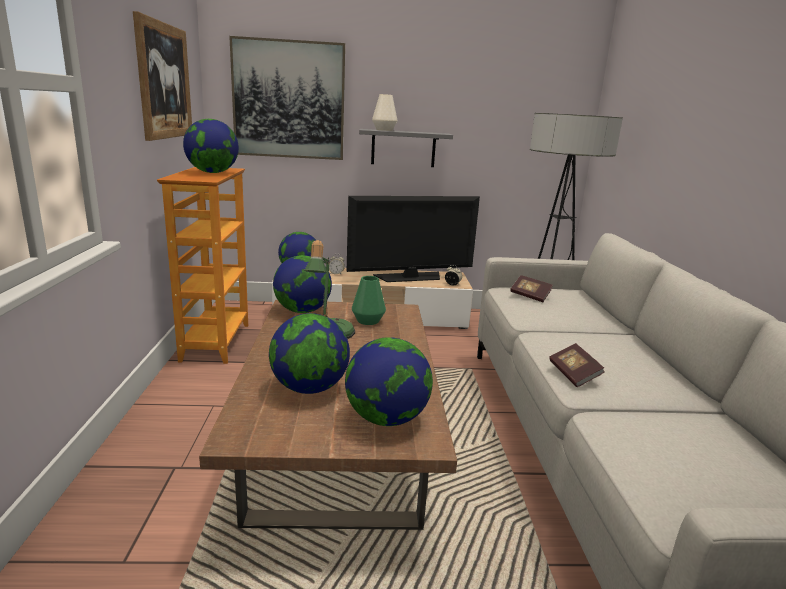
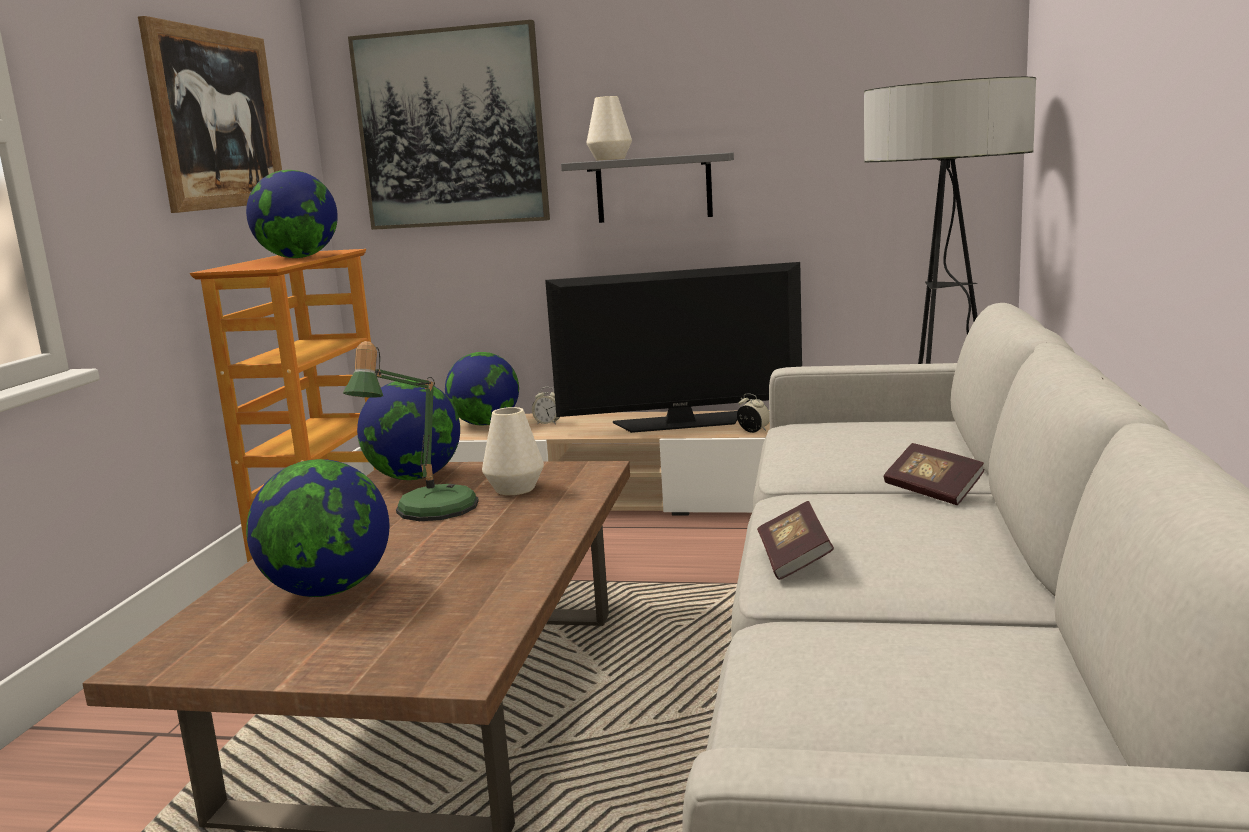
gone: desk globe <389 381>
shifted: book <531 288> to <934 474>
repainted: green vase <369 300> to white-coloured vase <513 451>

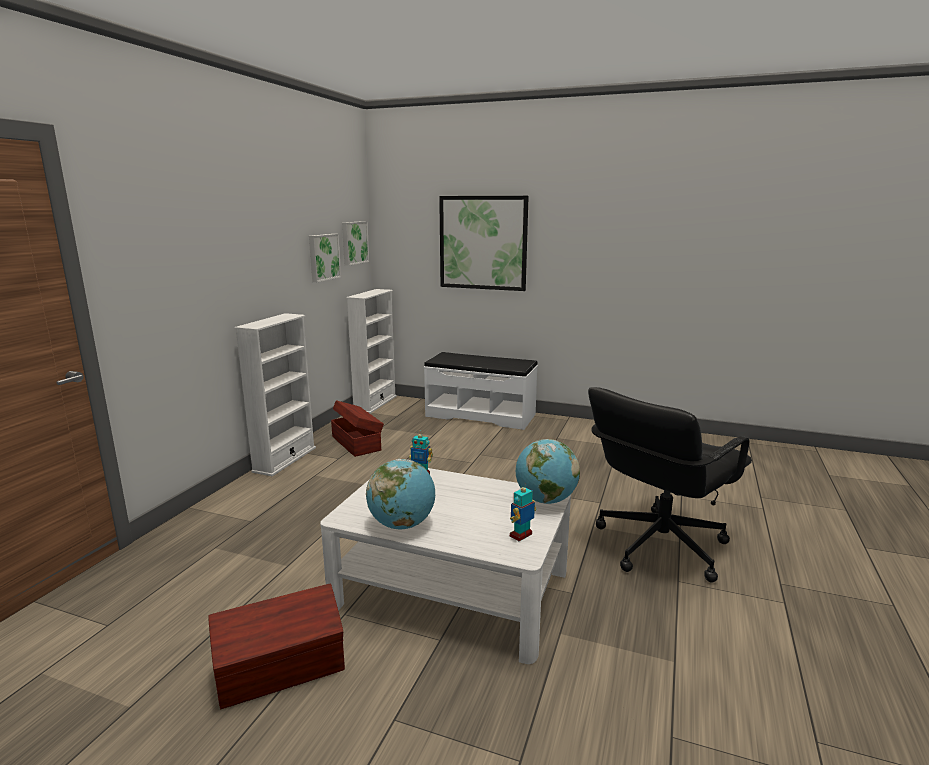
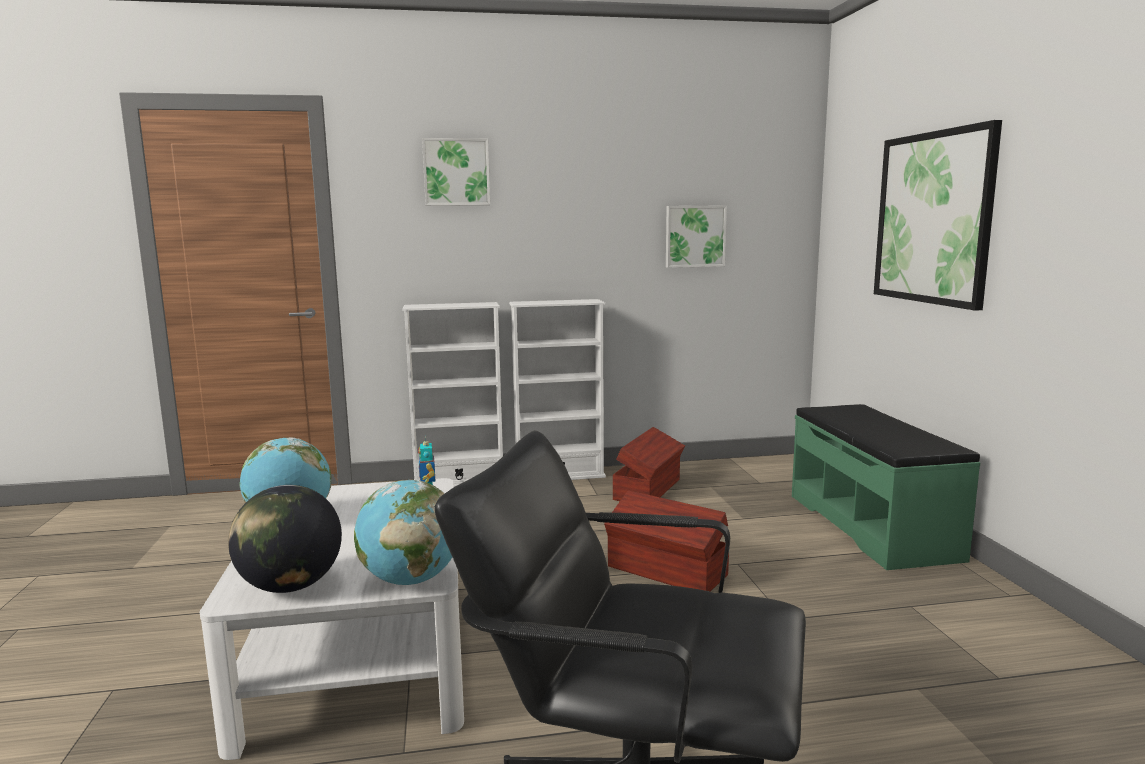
shifted: wall art <355 243> to <456 172>; white-coloured bookshelf <371 351> to <452 394>; brown storage bin <276 646> to <666 540>
swapped: toy robot <523 511> to desk globe <285 539>
repainted: white-coloured long seat <481 391> to green long seat <886 487>

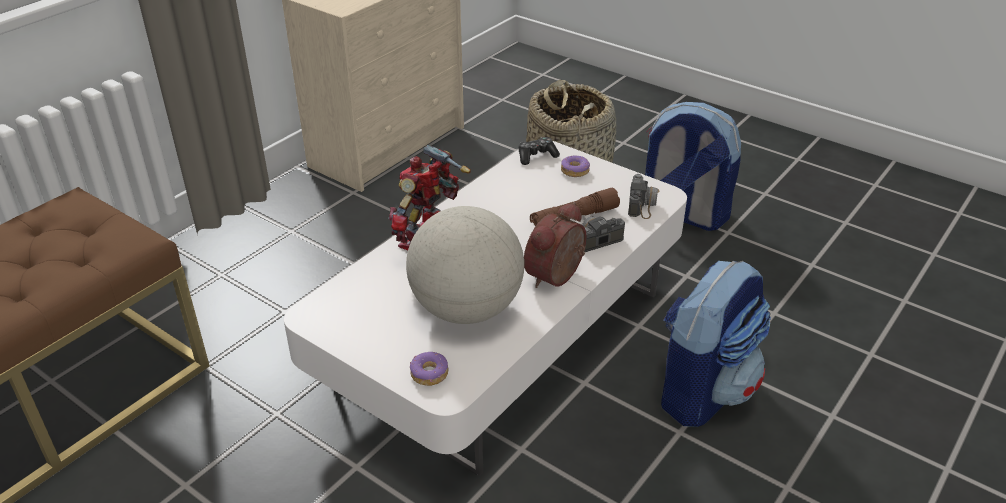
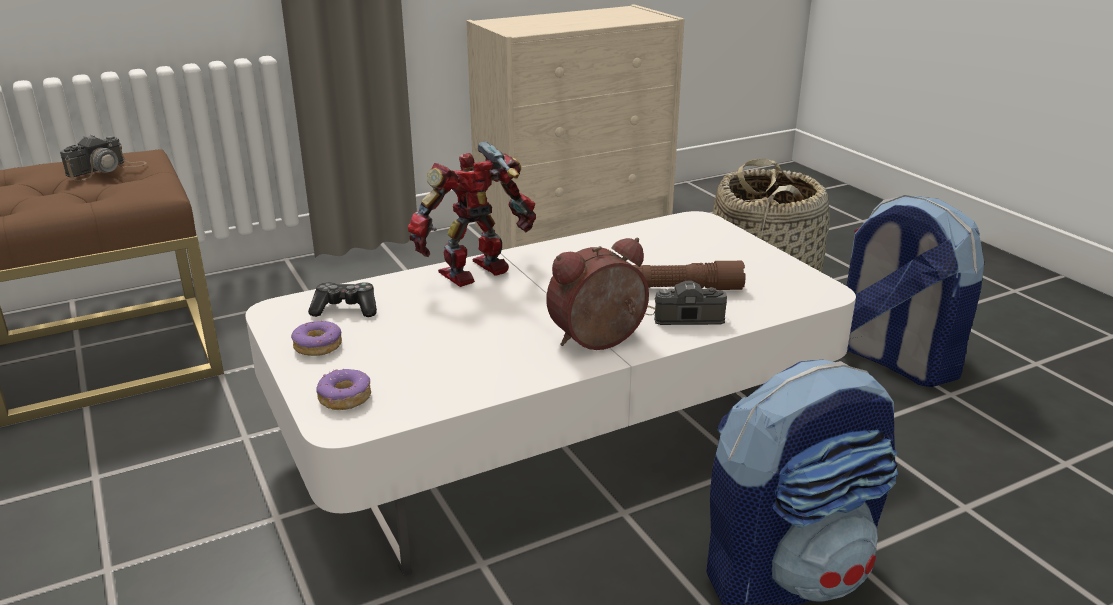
gone: desk globe <465 265>
shifted: joypad <539 151> to <342 299>; doughnut <575 166> to <316 338>; photo camera <643 196> to <103 157>

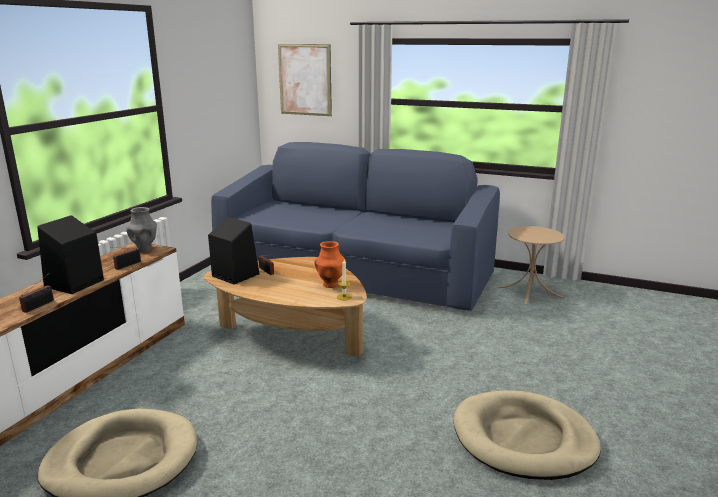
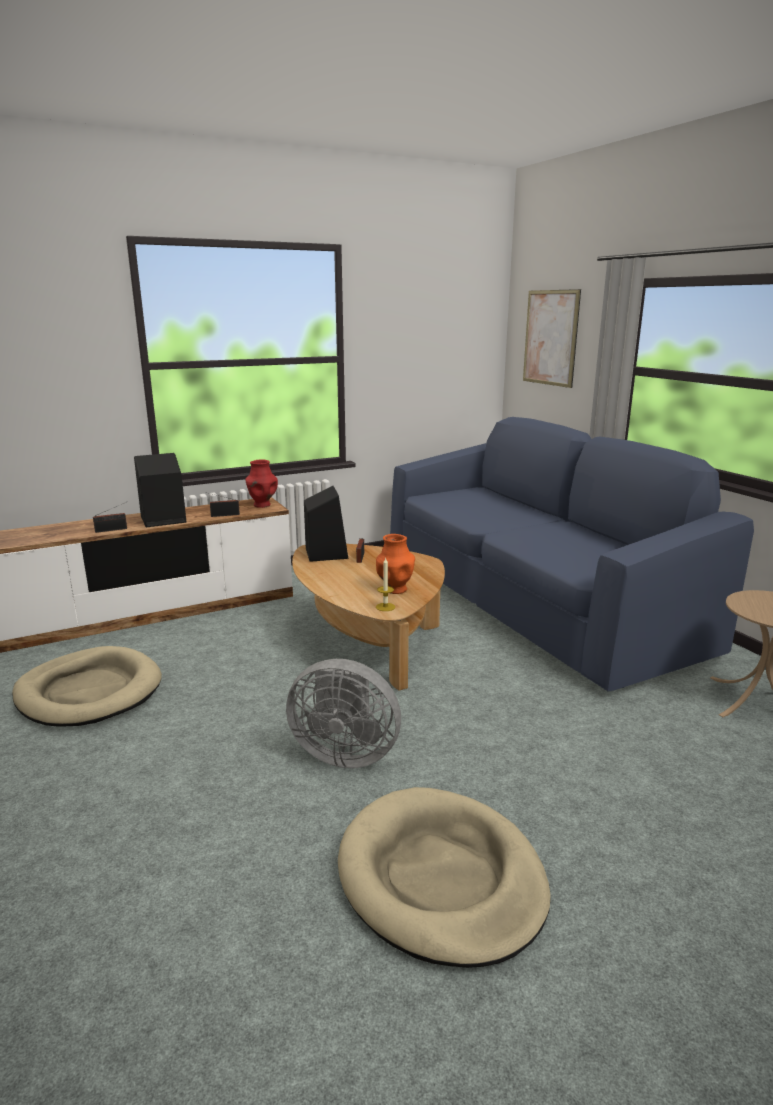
new: greyish fan <343 713>
repainted: greyish vase <141 229> to red-coloured vase <261 483>

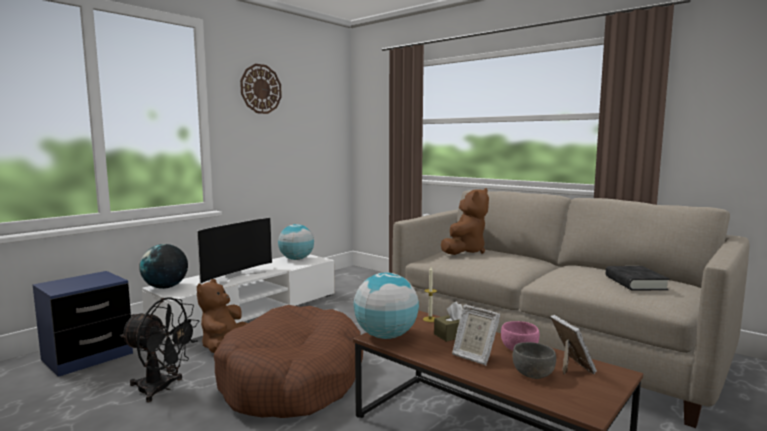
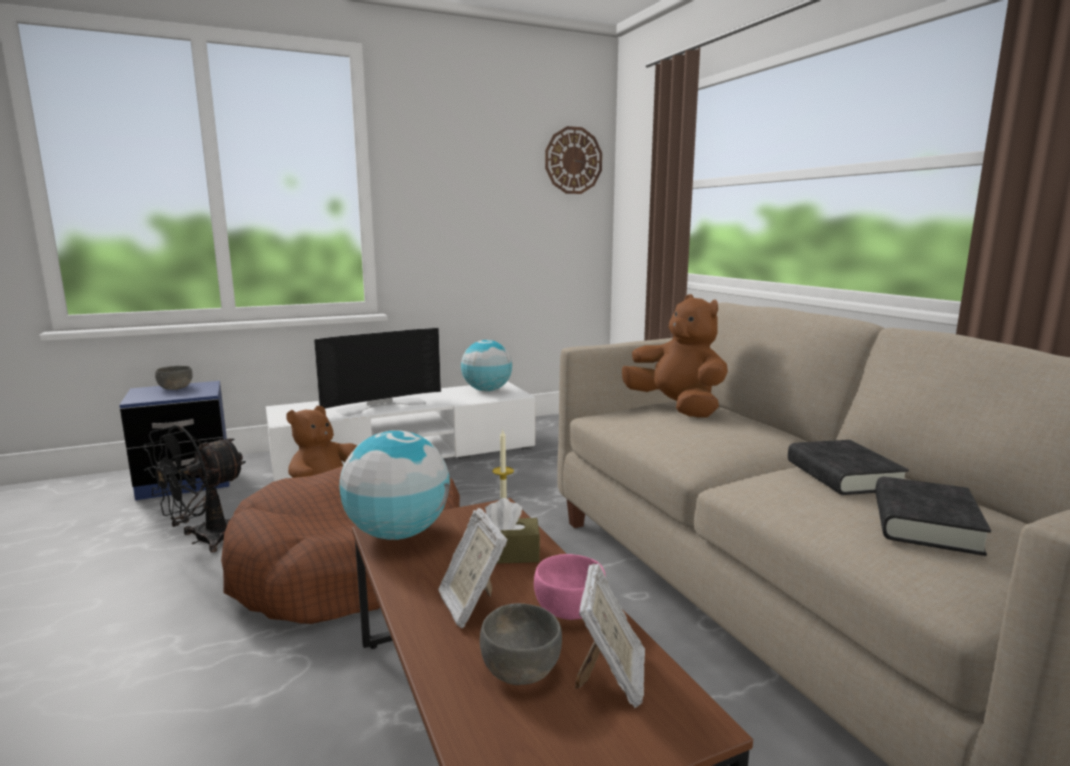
gone: desk globe <163 266>
new: greyish deep dish <174 378>; black book <848 467>
shifted: wall clock <261 89> to <573 160>
rotated: brown cuddly toy <465 221> = <675 355> 90 degrees counterclockwise; black fan <159 349> = <194 488> 90 degrees clockwise

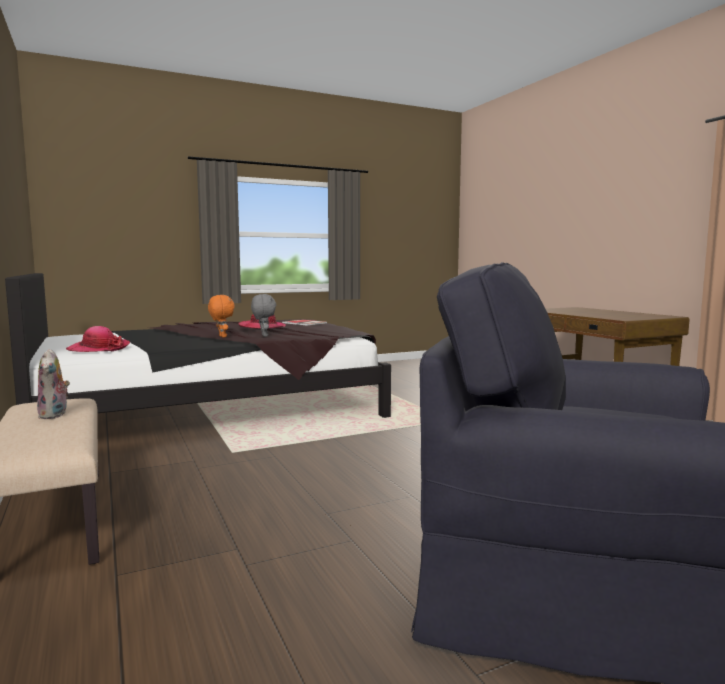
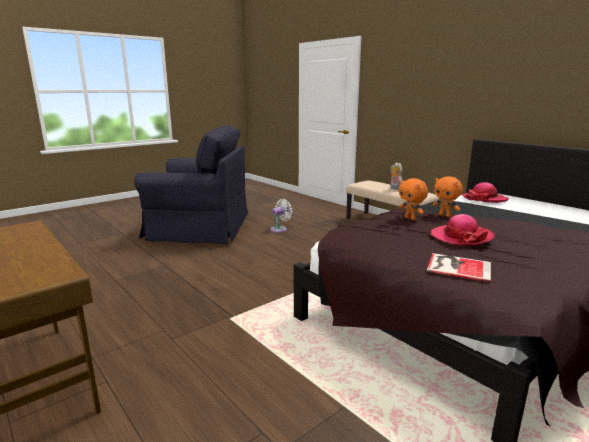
new: white-coloured fan <281 216>
repainted: greyish cuddly toy <263 315> to orangey cuddly toy <413 199>

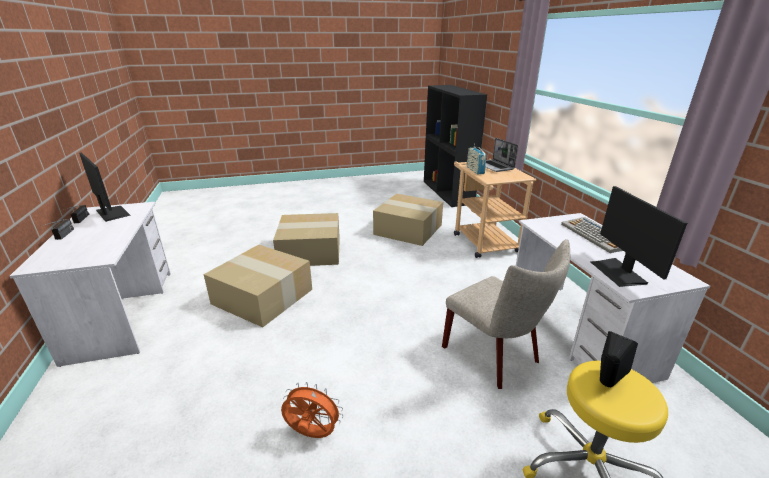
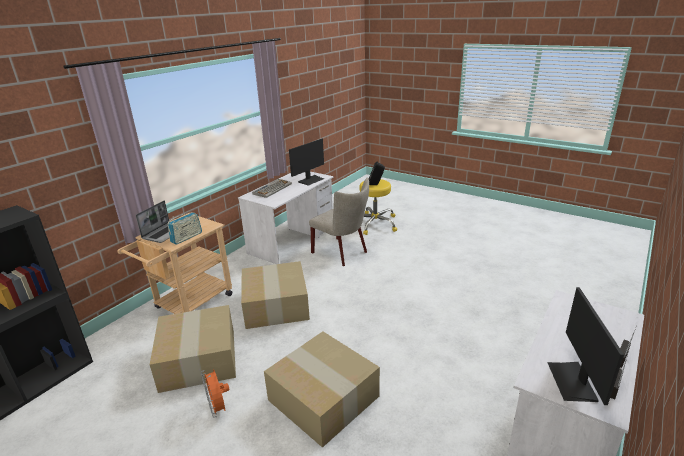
shifted: carton <257 286> to <275 295>; orangey fan <312 410> to <215 393>
rotated: beige upright chair <506 314> = <339 222> 120 degrees clockwise

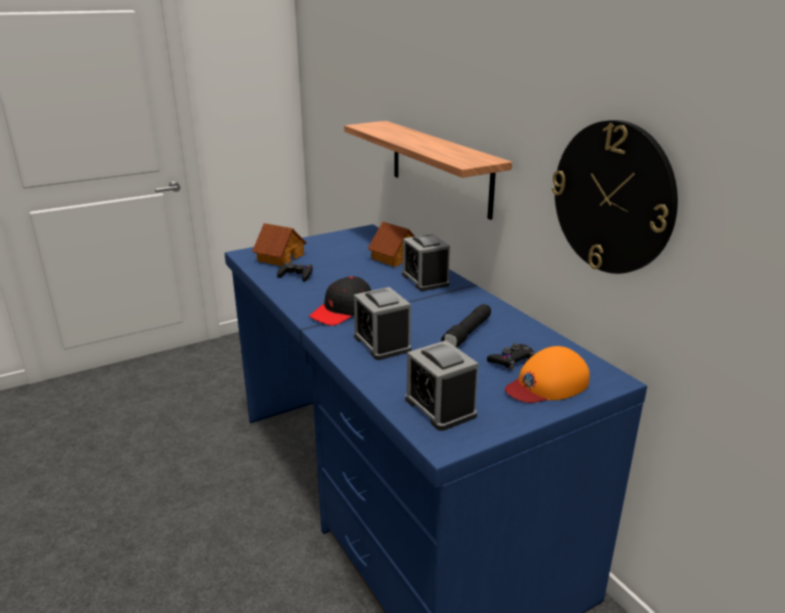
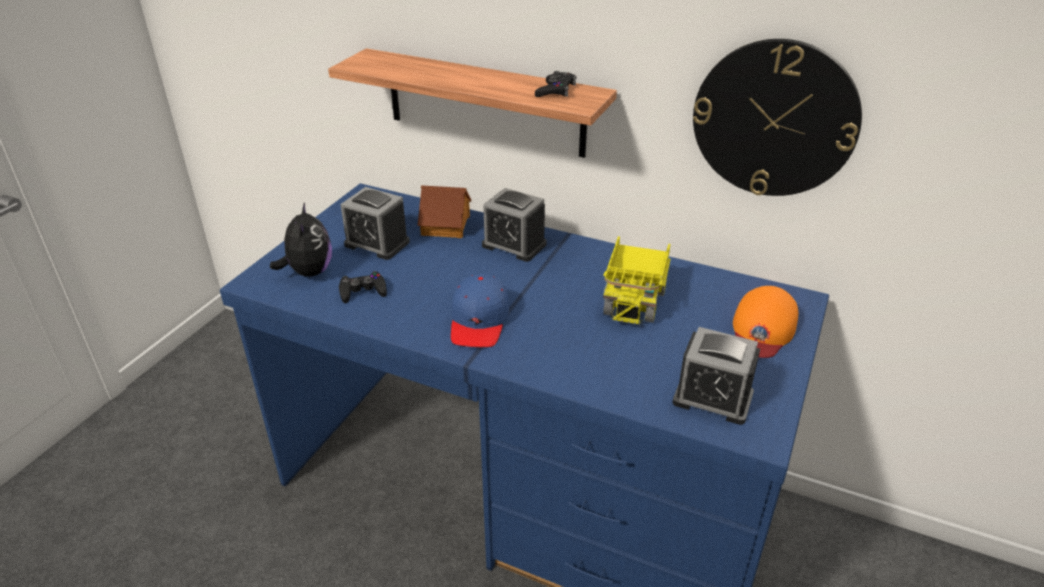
shifted: table clock <382 323> to <375 223>; black joypad <511 357> to <555 84>
swapped: miniature house <279 244> to cuddly toy <301 239>; black flashlight <466 326> to toy truck <637 280>
repainted: black cap <340 301> to blue-coloured cap <480 310>

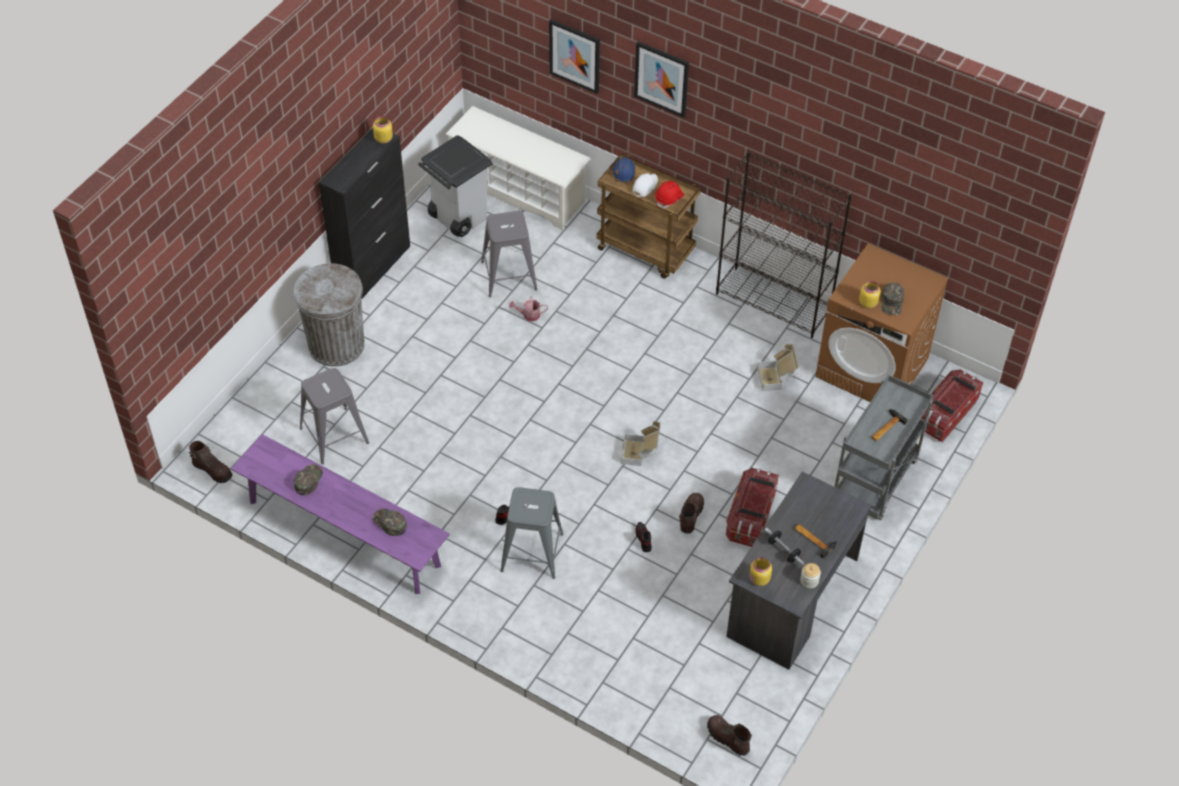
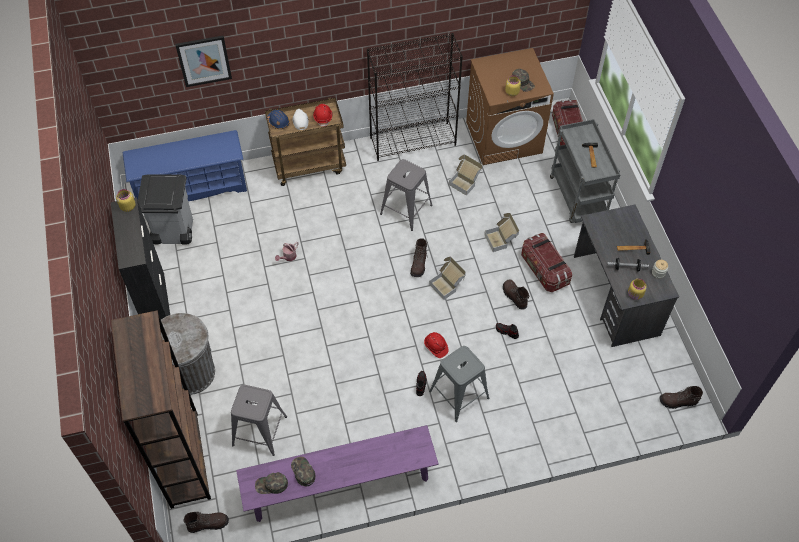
gone: wall art <661 79>
new: carton <501 232>; brown tall boot <419 258>; brown bookshelf <161 409>; red-coloured work helmet <436 345>
shifted: greyish stool seat <509 254> to <406 195>; green cap <390 522> to <271 483>
repainted: white-coloured shoe shelf <518 168> to blue-coloured shoe shelf <184 165>

